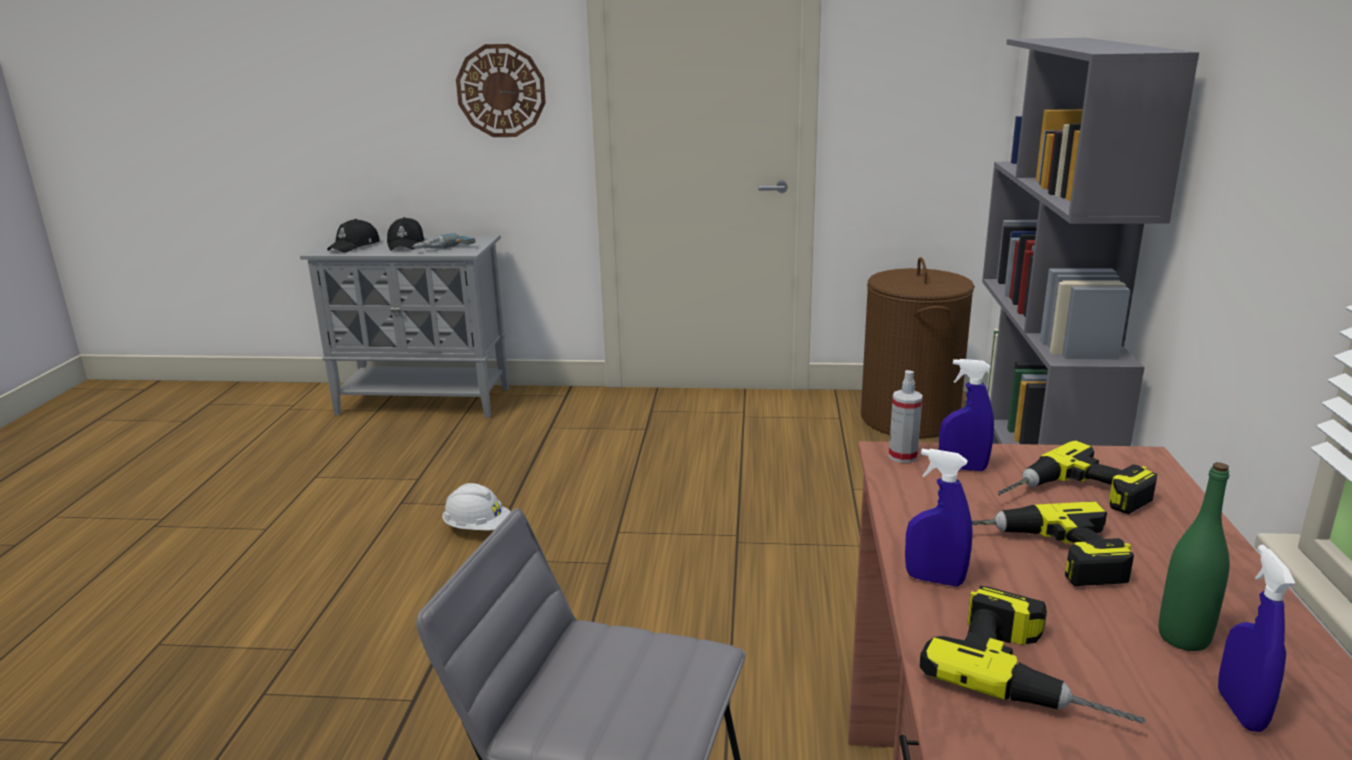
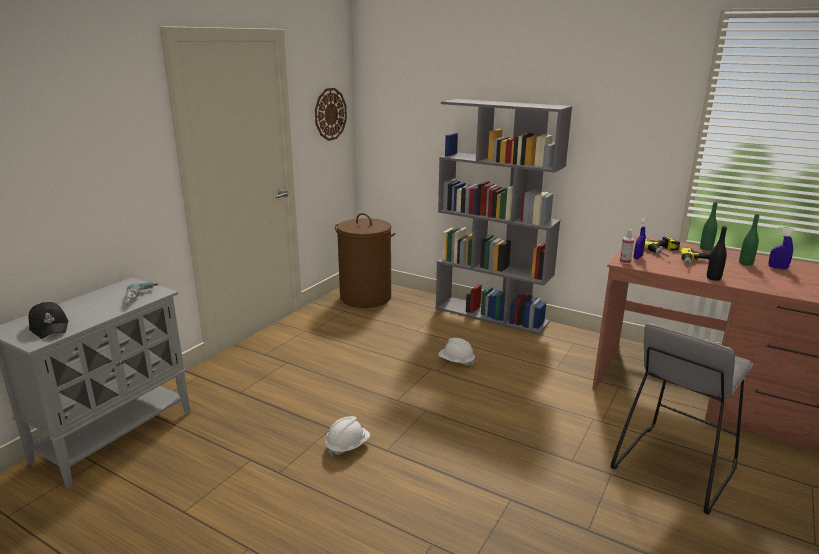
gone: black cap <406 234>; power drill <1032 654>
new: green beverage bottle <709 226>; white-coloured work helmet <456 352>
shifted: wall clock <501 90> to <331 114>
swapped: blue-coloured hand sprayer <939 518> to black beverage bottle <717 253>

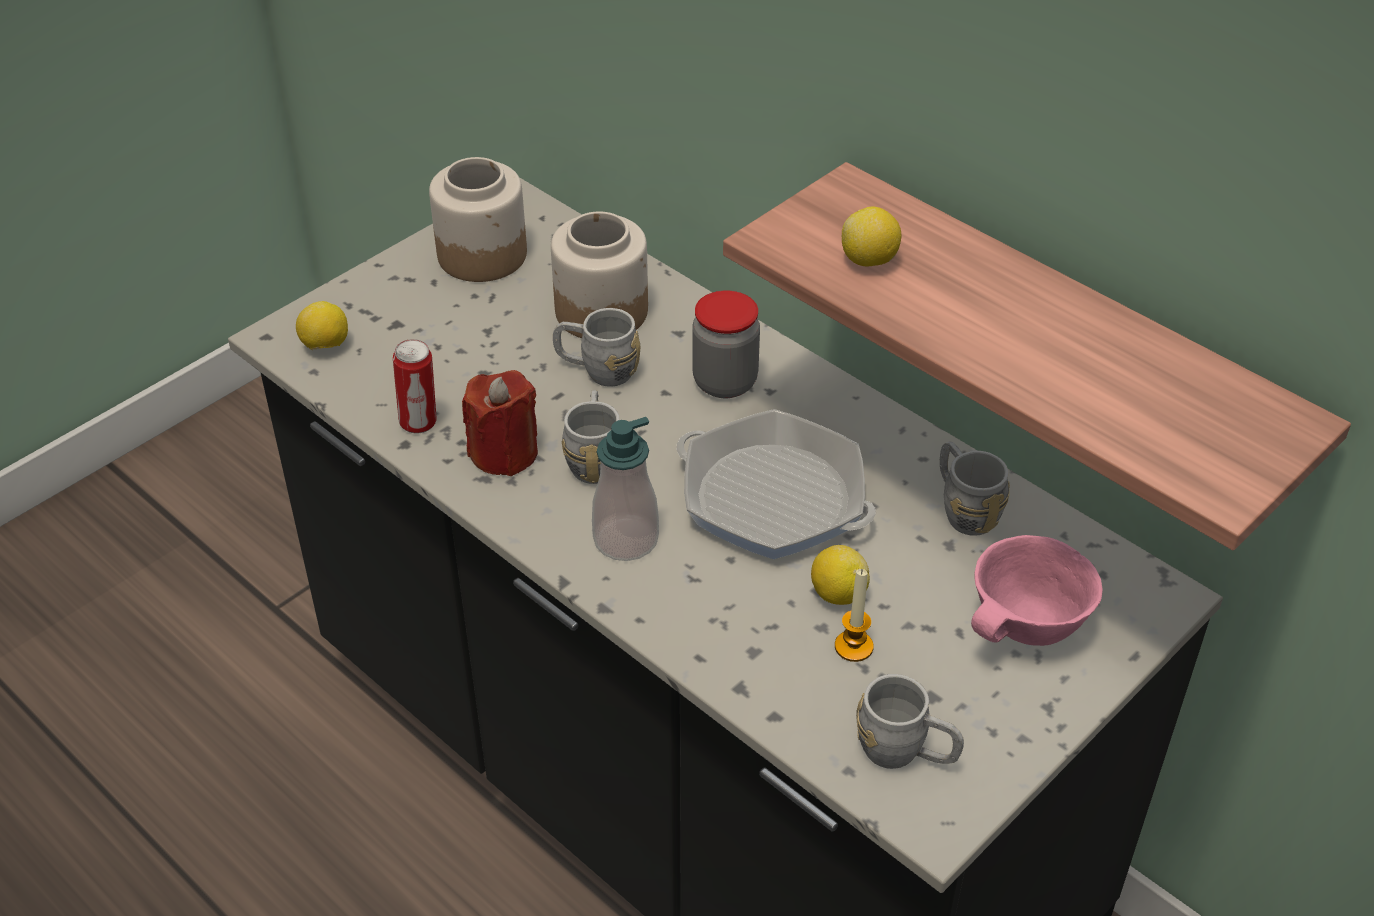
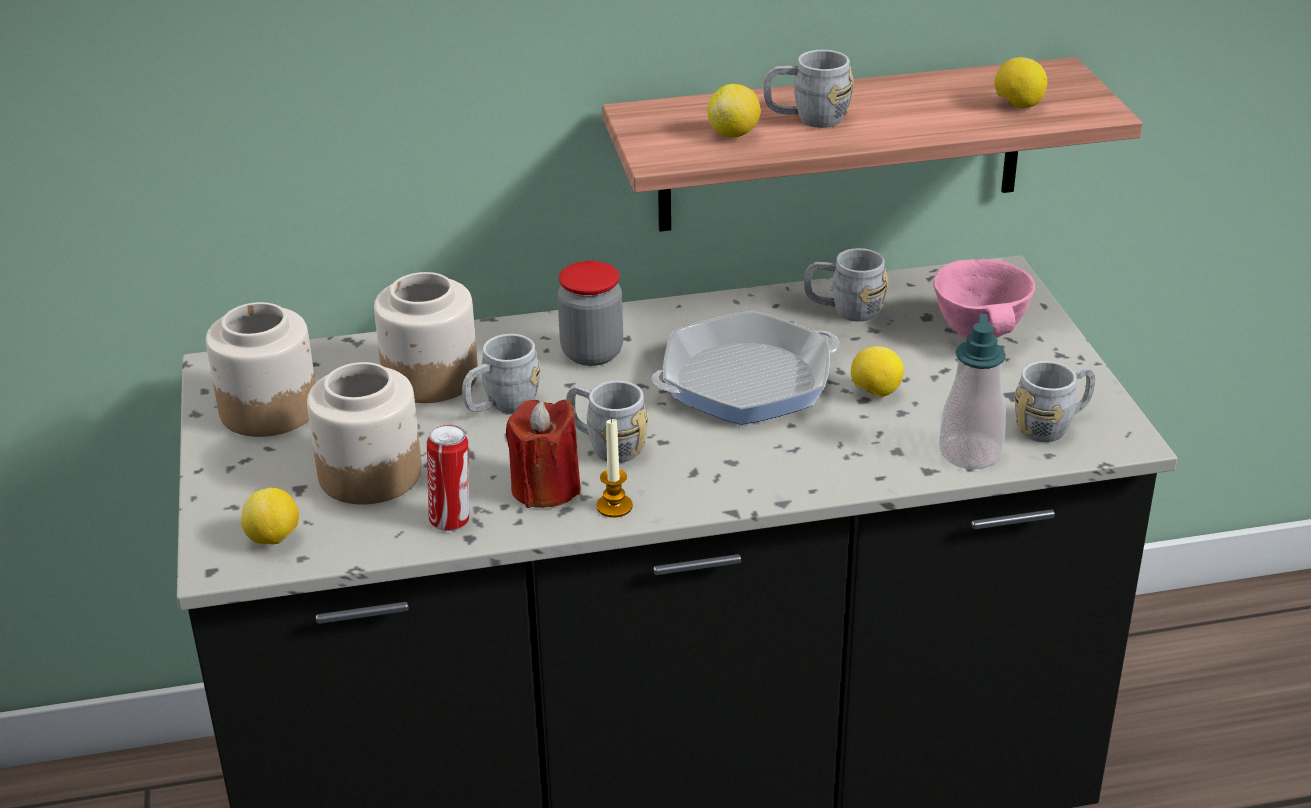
new: greyish mug <809 89>; whole lemon <1020 83>; storage jar <364 433>
shifted: liquid soap bottle <625 489> to <972 391>; candle <854 615> to <614 468>

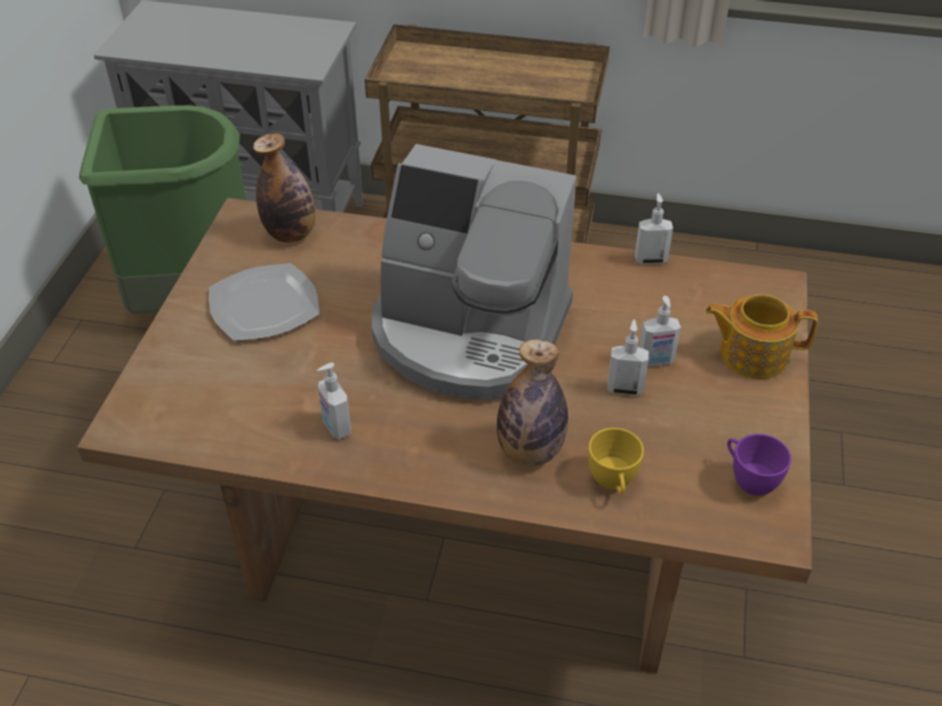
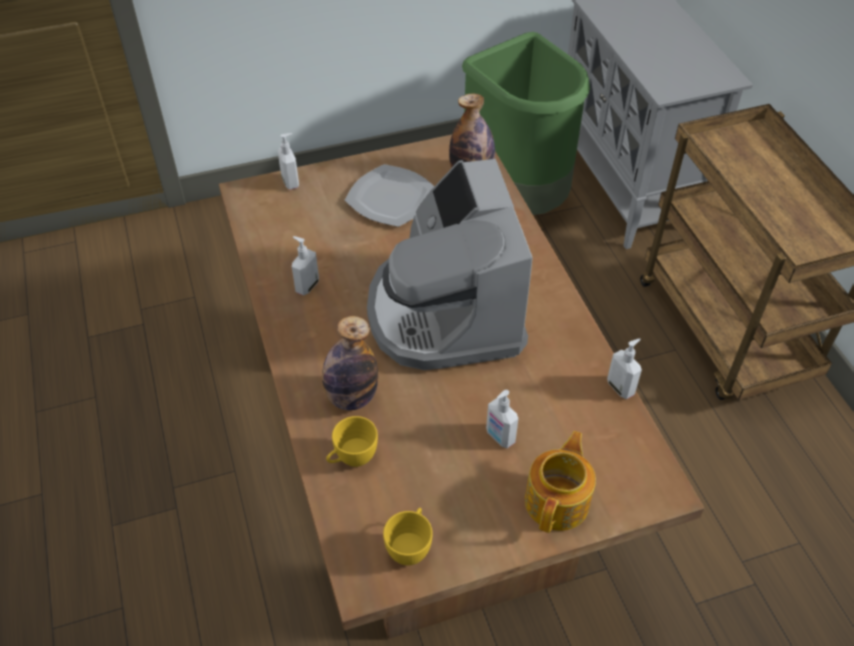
shifted: liquid soap bottle <628 358> to <288 161>
repainted: purplish drinking cup <759 465> to yellow-coloured drinking cup <408 536>
rotated: pot for tea <761 336> = <560 482> 45 degrees clockwise

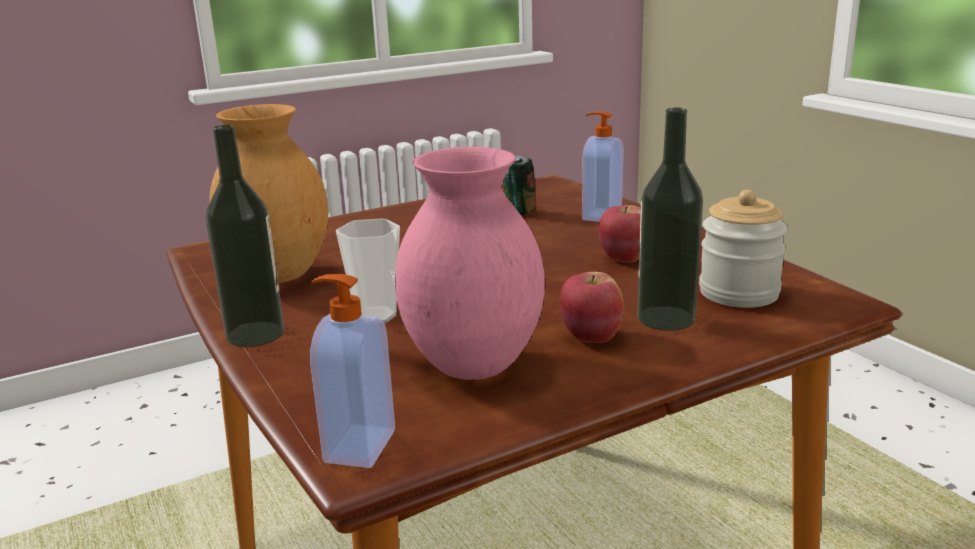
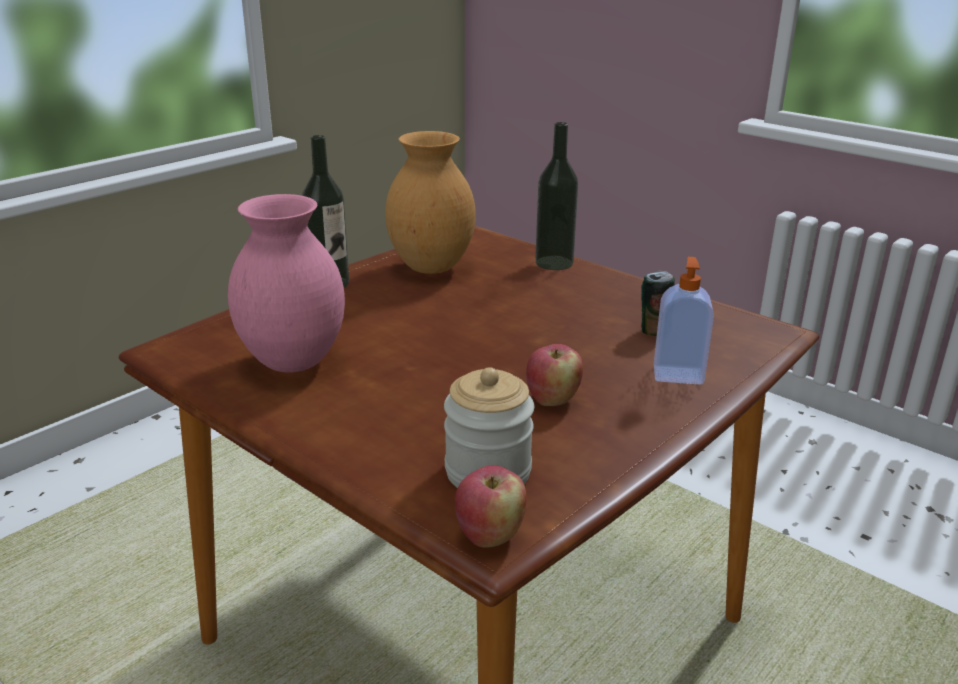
gone: drinking cup <368 270>; liquid soap bottle <352 371>
shifted: beverage bottle <670 219> to <556 196>; apple <591 307> to <491 506>

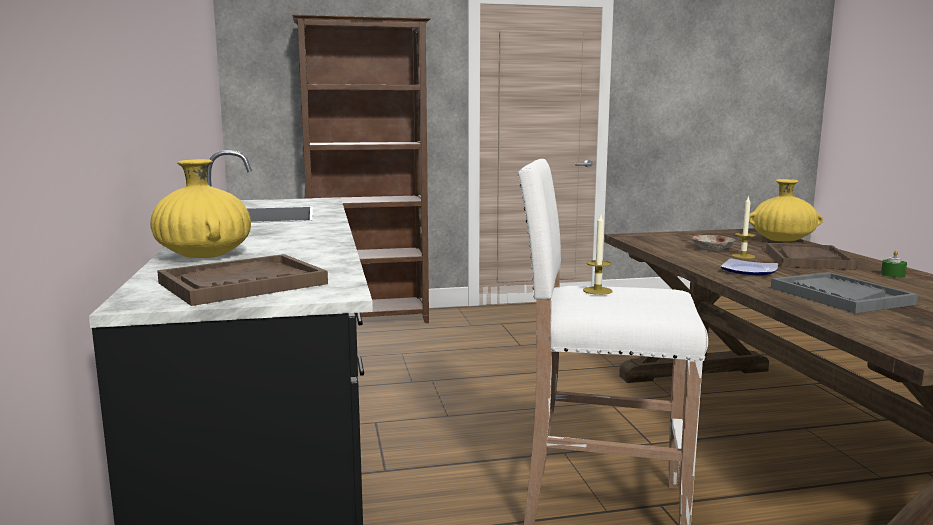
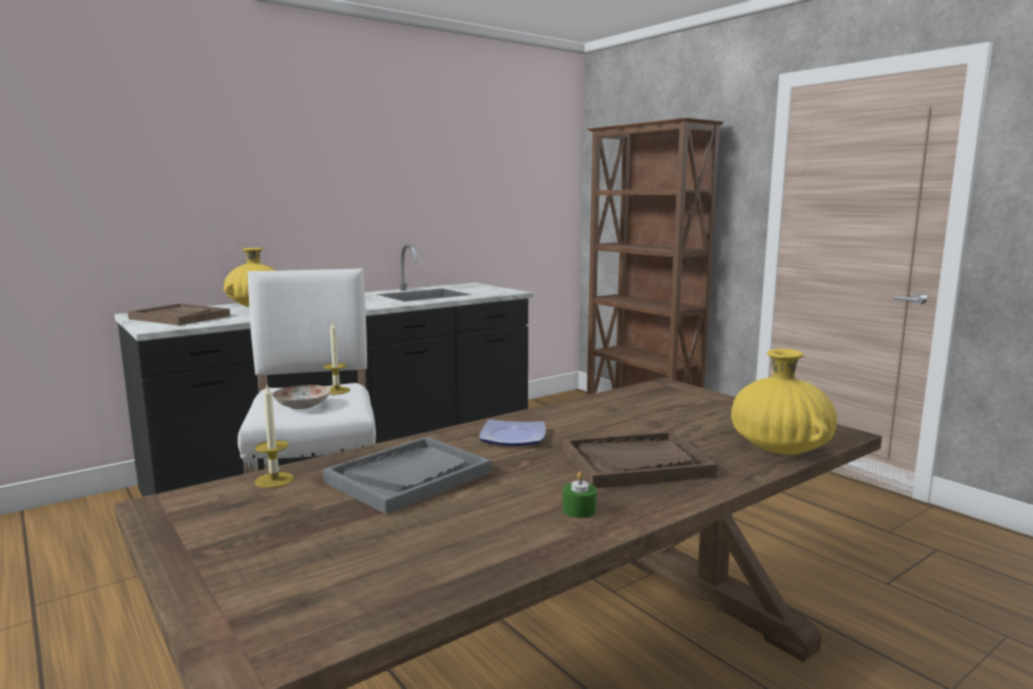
shifted: candle <743 227> to <274 436>; flat dish <713 243> to <301 397>

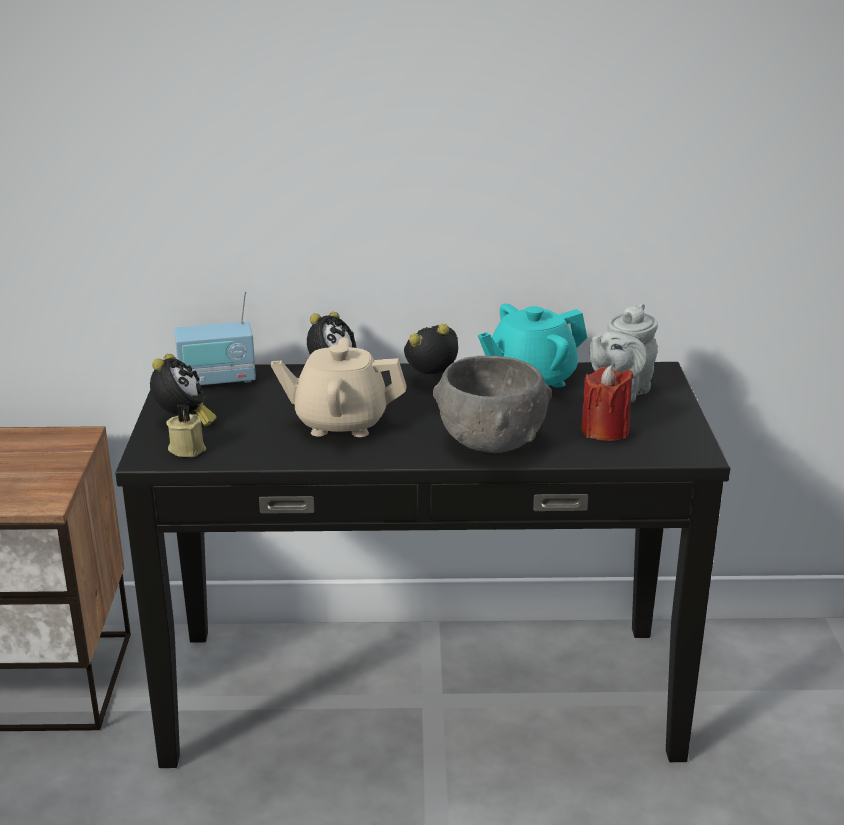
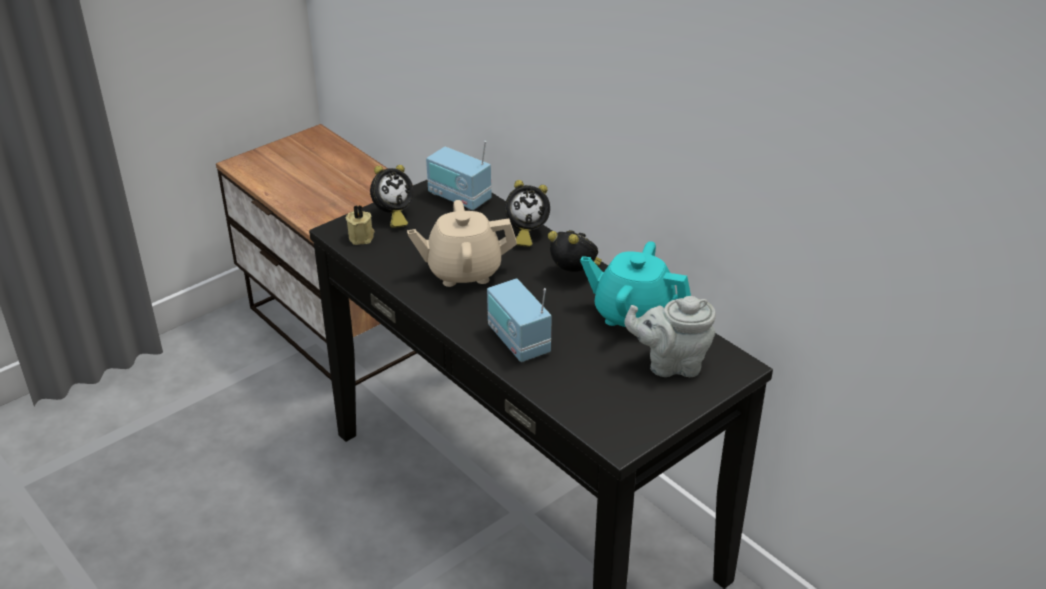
gone: red-coloured candle <607 403>
swapped: greyish deep dish <492 404> to radio set <519 320>
rotated: beige pot for tea <339 387> = <462 243> 60 degrees counterclockwise

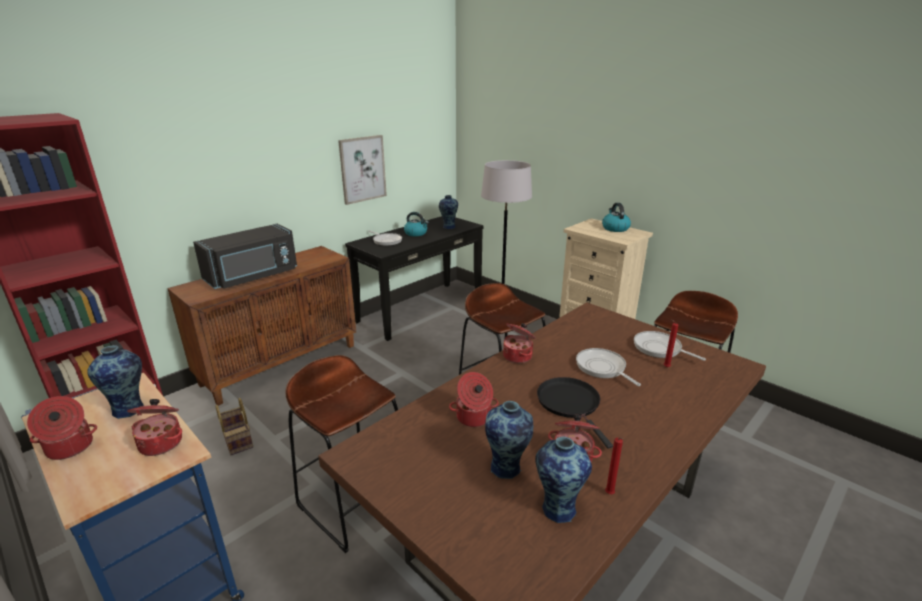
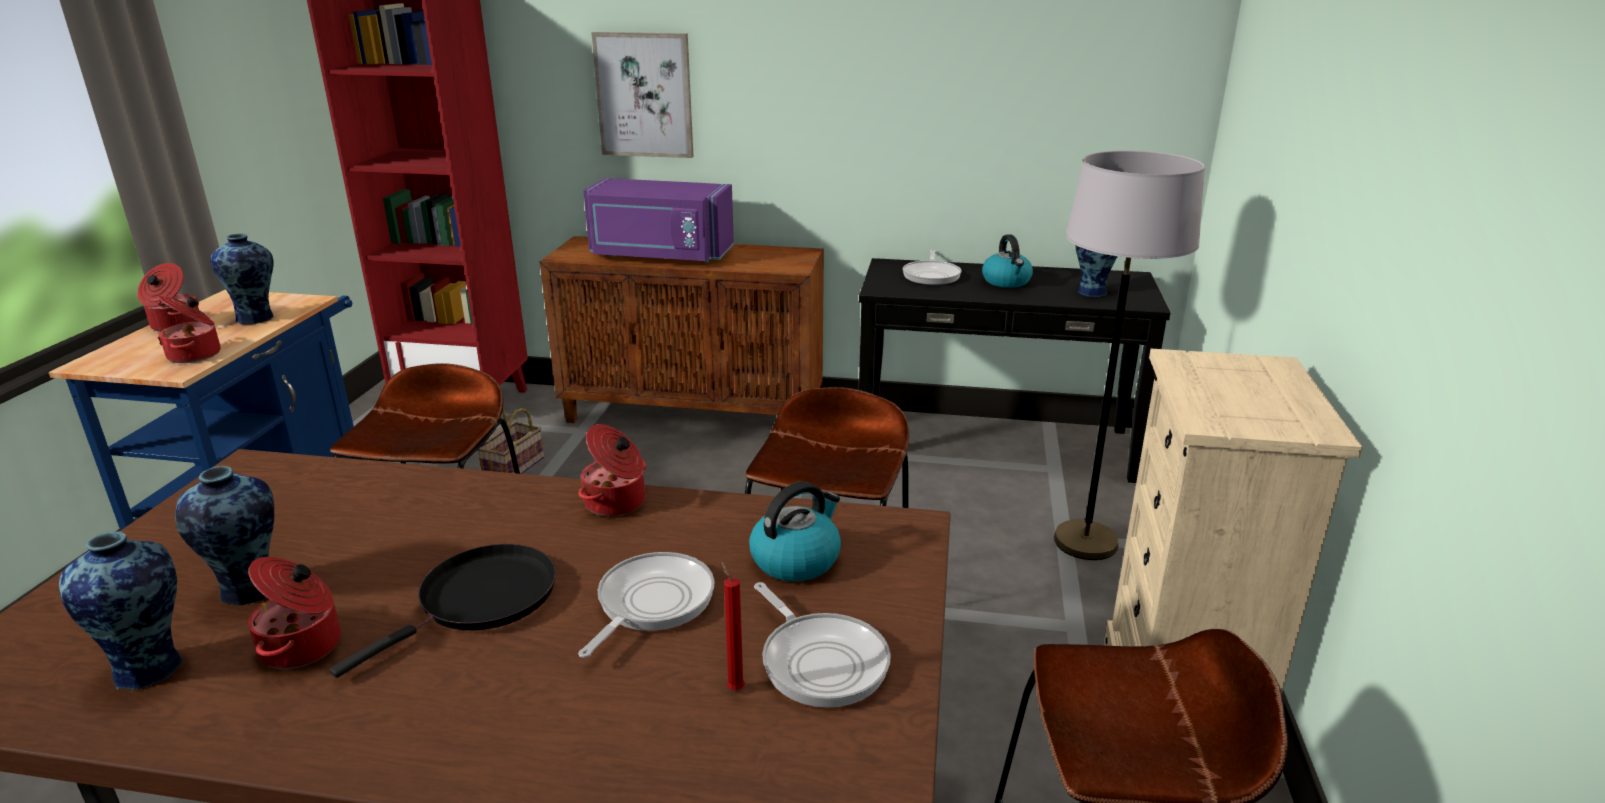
gone: saucepot <474 399>; red-coloured candle <614 466>
shifted: wall art <362 170> to <642 95>; kettle <616 217> to <795 531>
repainted: black kitchen microwave <245 256> to purplish kitchen microwave <658 220>
rotated: skillet <670 346> = <822 644> 135 degrees clockwise

